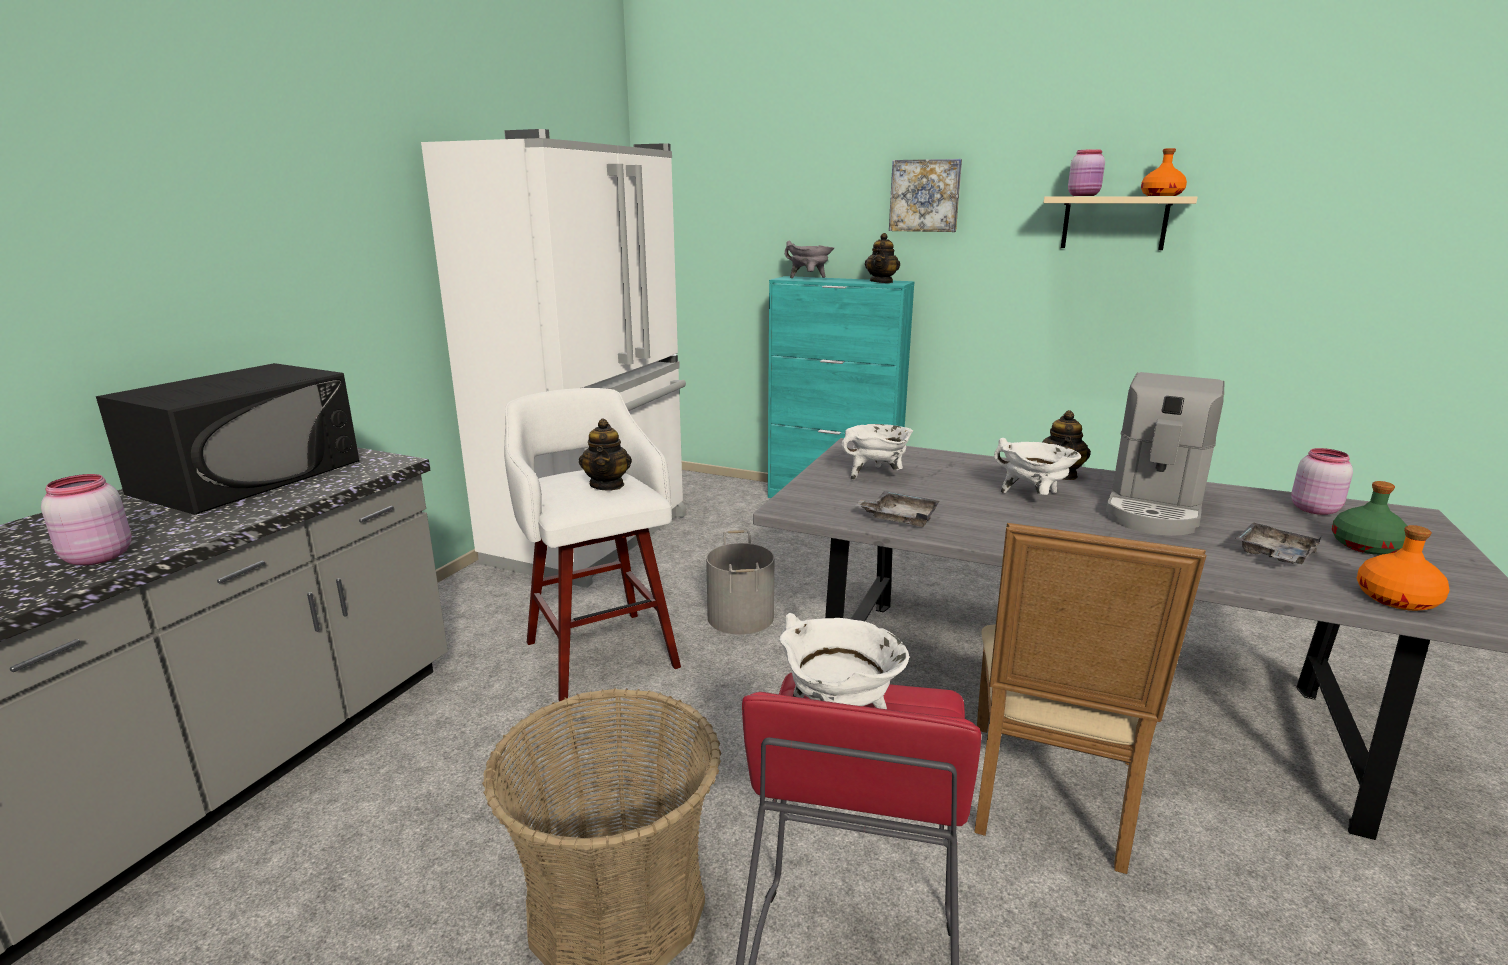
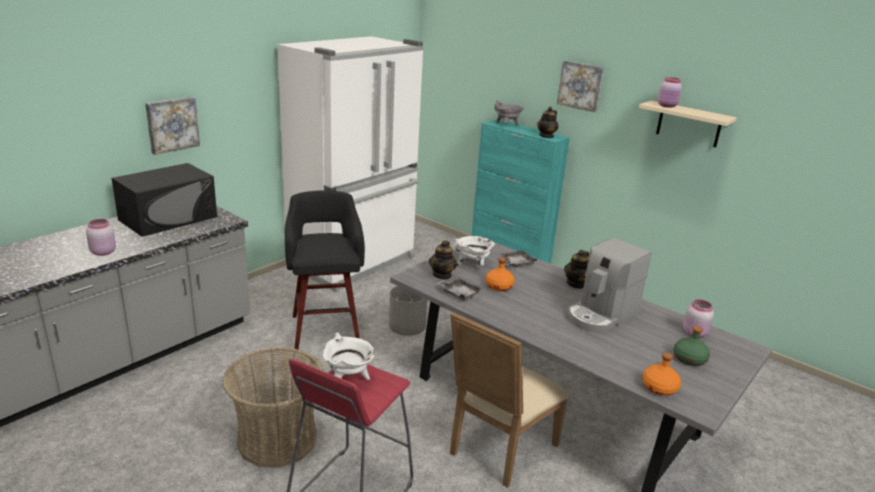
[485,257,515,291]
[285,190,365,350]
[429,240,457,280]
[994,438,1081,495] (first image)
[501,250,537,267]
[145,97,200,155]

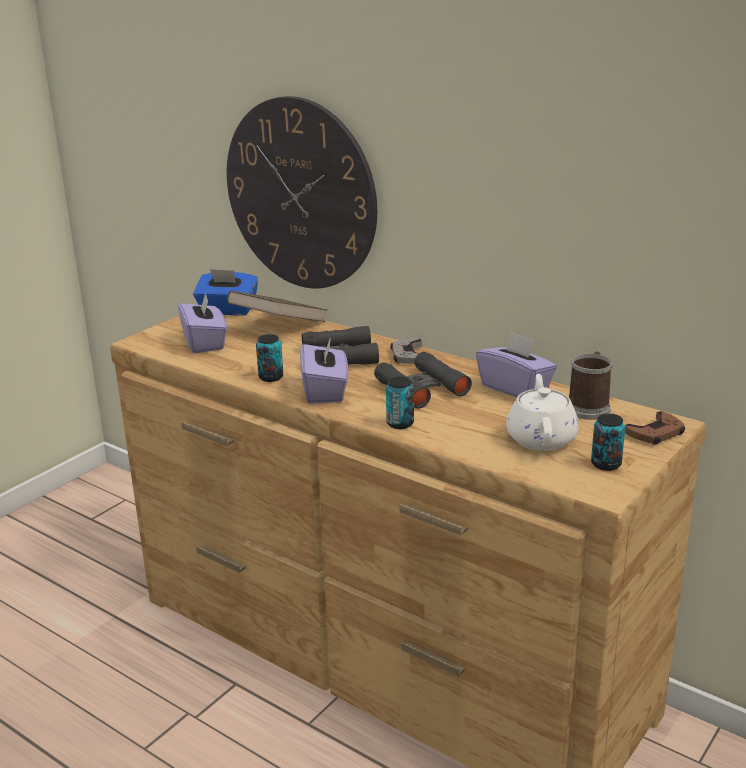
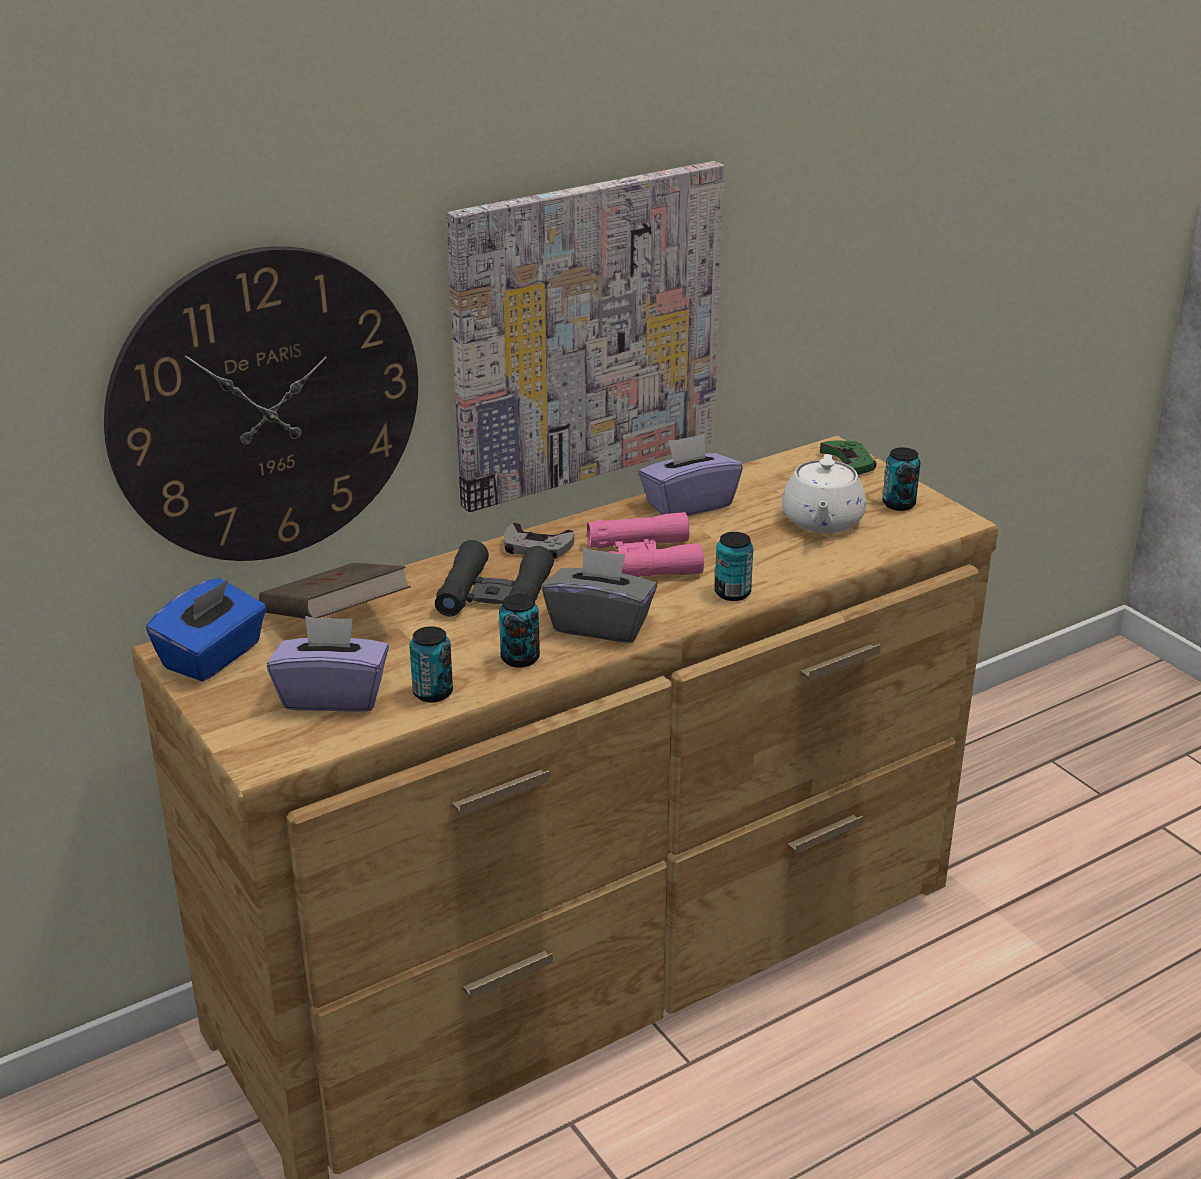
[542,547,657,643]
[587,512,704,577]
[569,352,612,420] (first image)
[782,454,867,533]
[820,441,877,475]
[446,161,724,512]
[410,626,453,702]

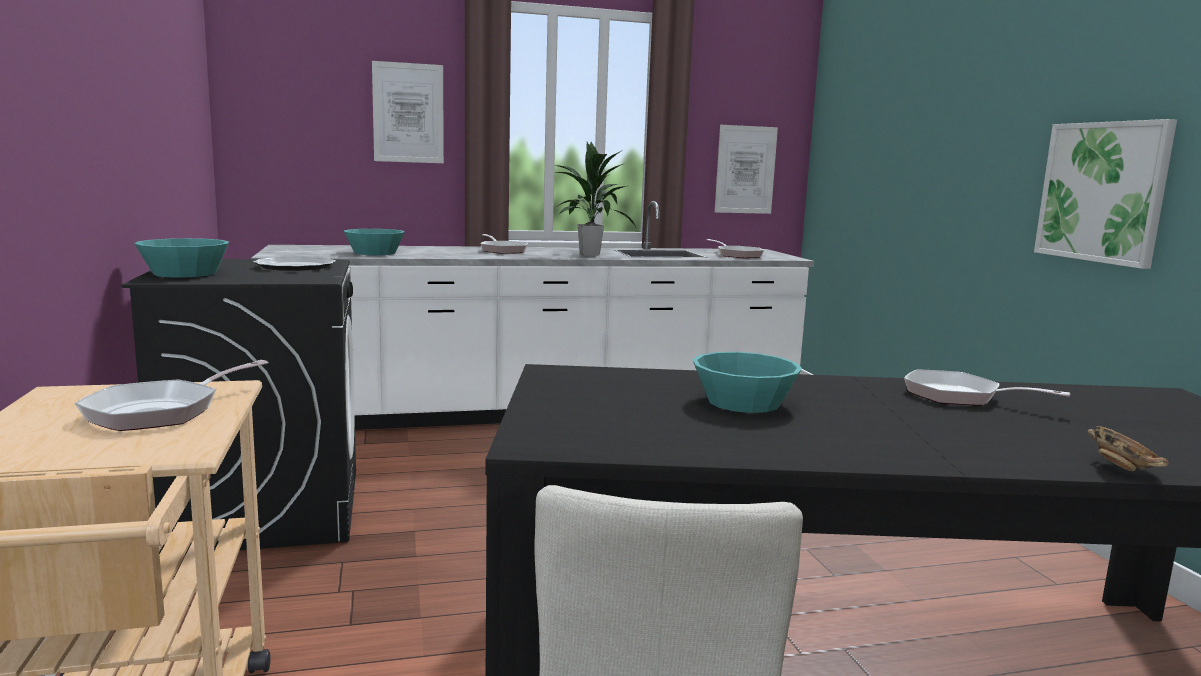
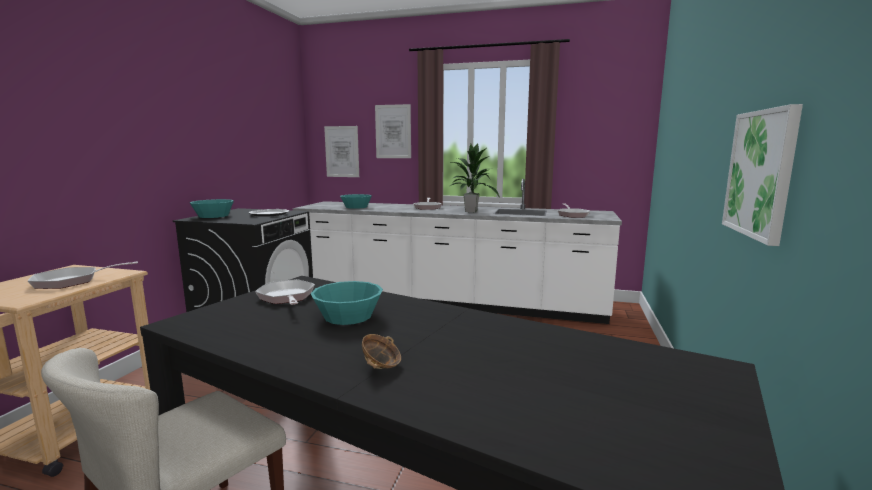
[324,126,359,177]
[255,279,315,305]
[362,334,401,369]

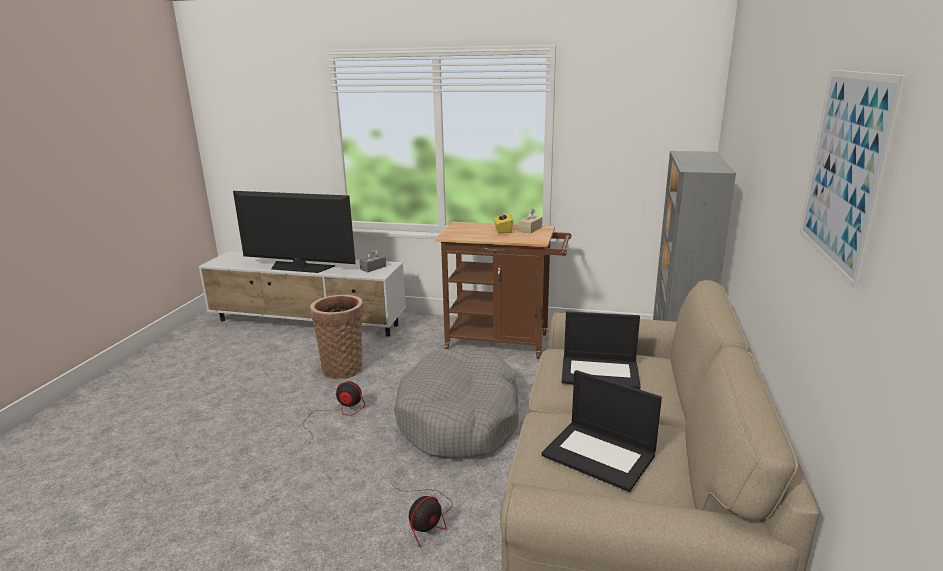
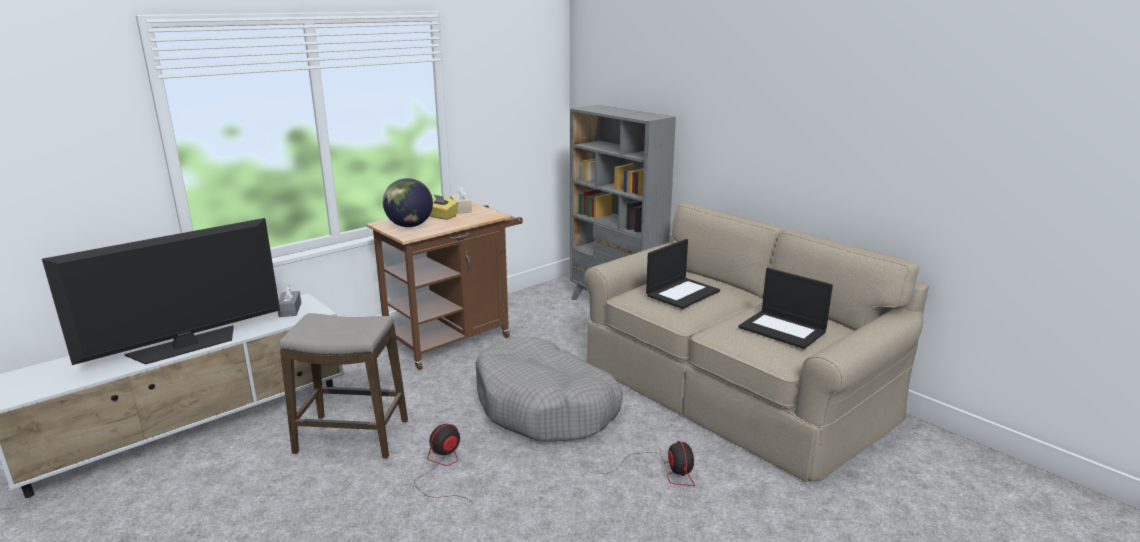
[800,70,908,290] (first image)
[279,313,408,459]
[738,268,833,349]
[383,178,433,227]

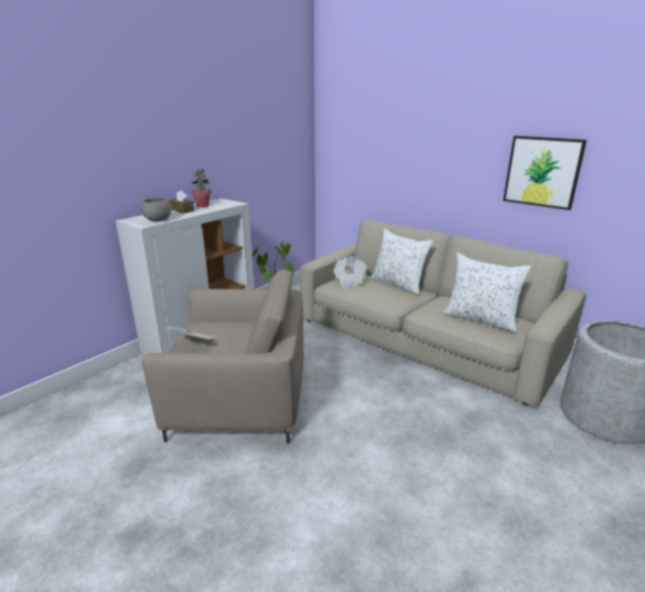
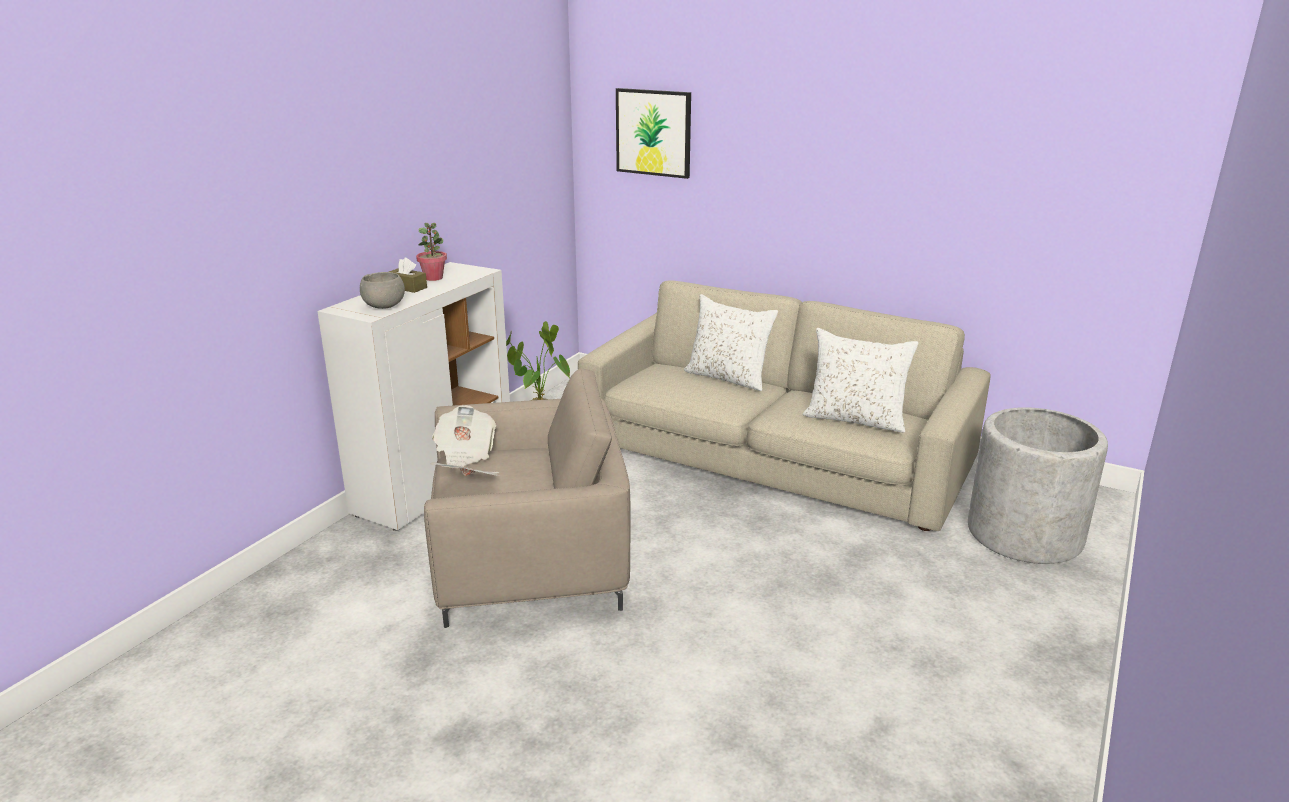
[616,88,691,179]
[432,405,496,469]

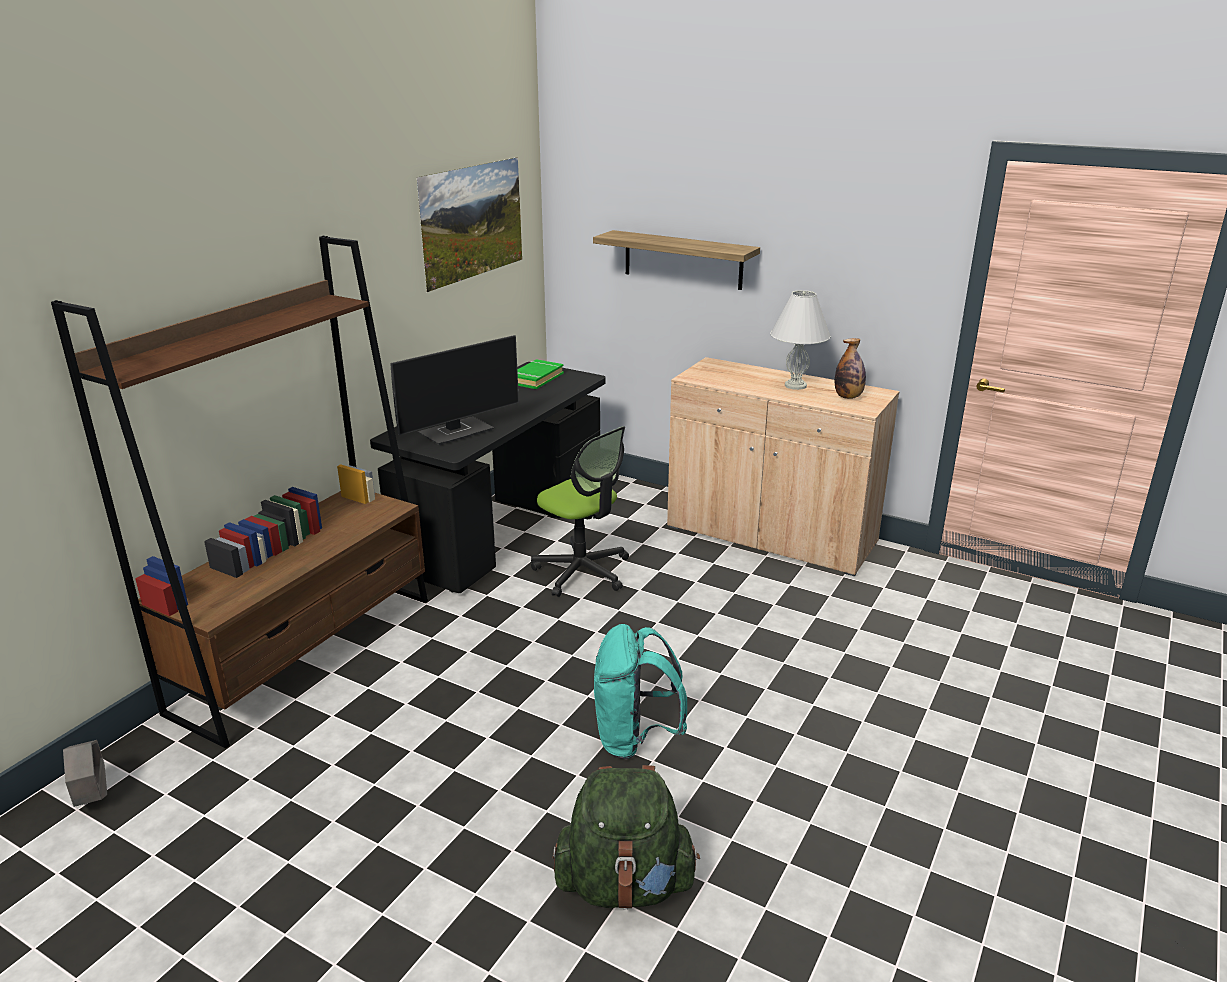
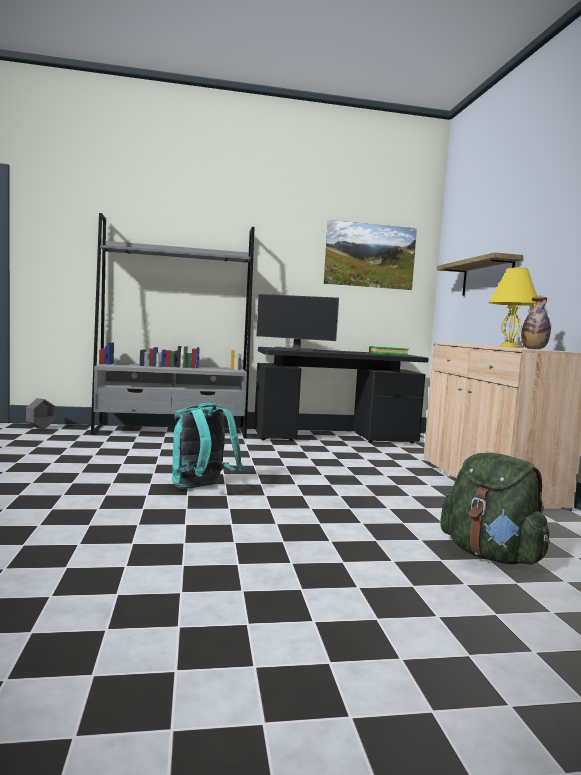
[91,213,255,438]
[488,267,538,348]
[531,426,629,597] (first image)
[440,452,550,565]

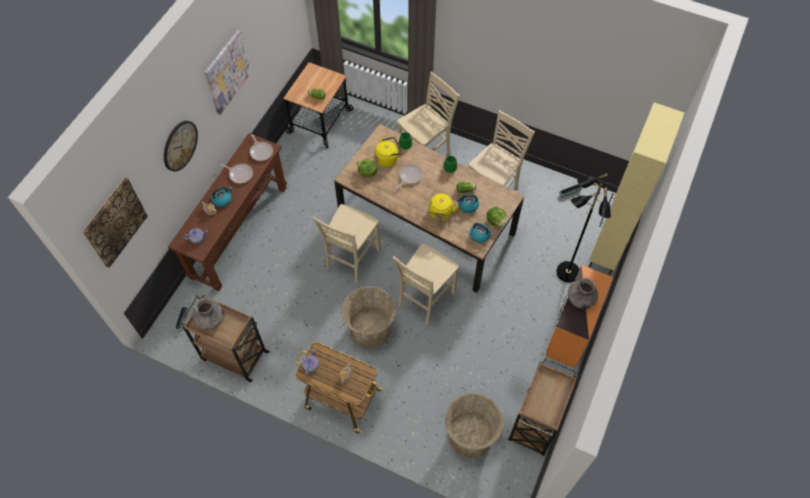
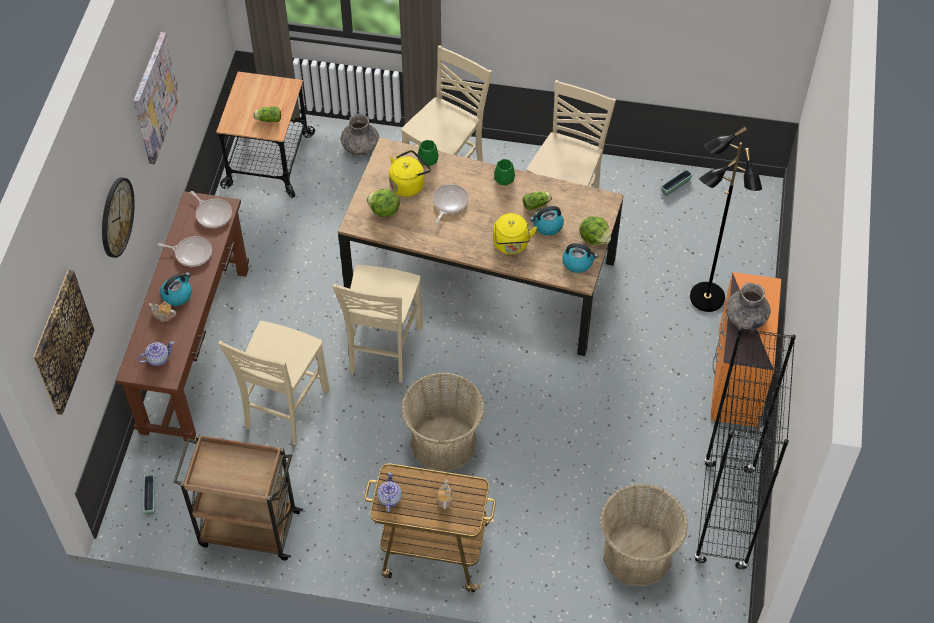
[589,102,684,275] (first image)
[218,321,330,445]
[341,113,379,155]
[694,327,796,570]

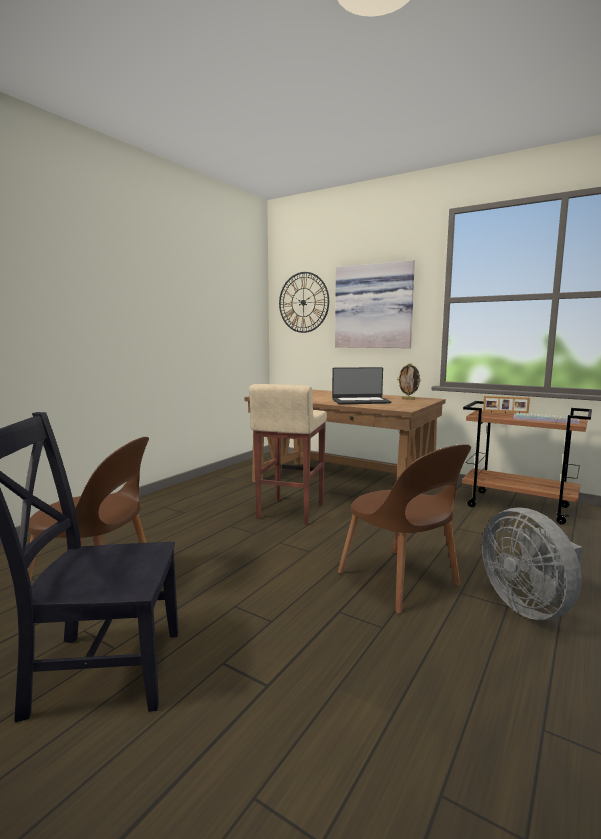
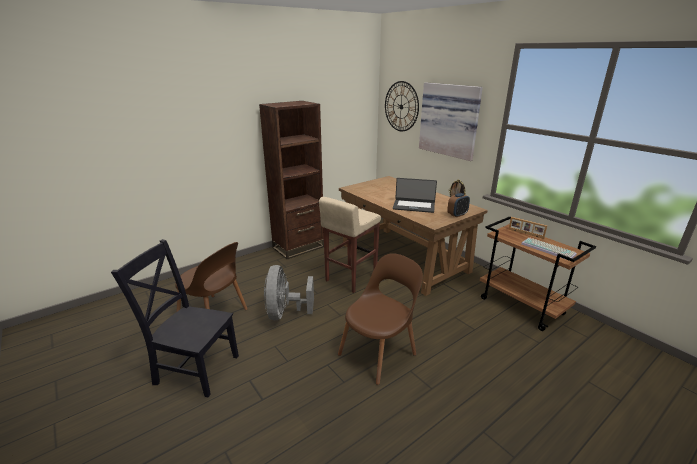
[338,253,423,385]
[264,265,314,320]
[259,101,324,259]
[447,193,470,217]

